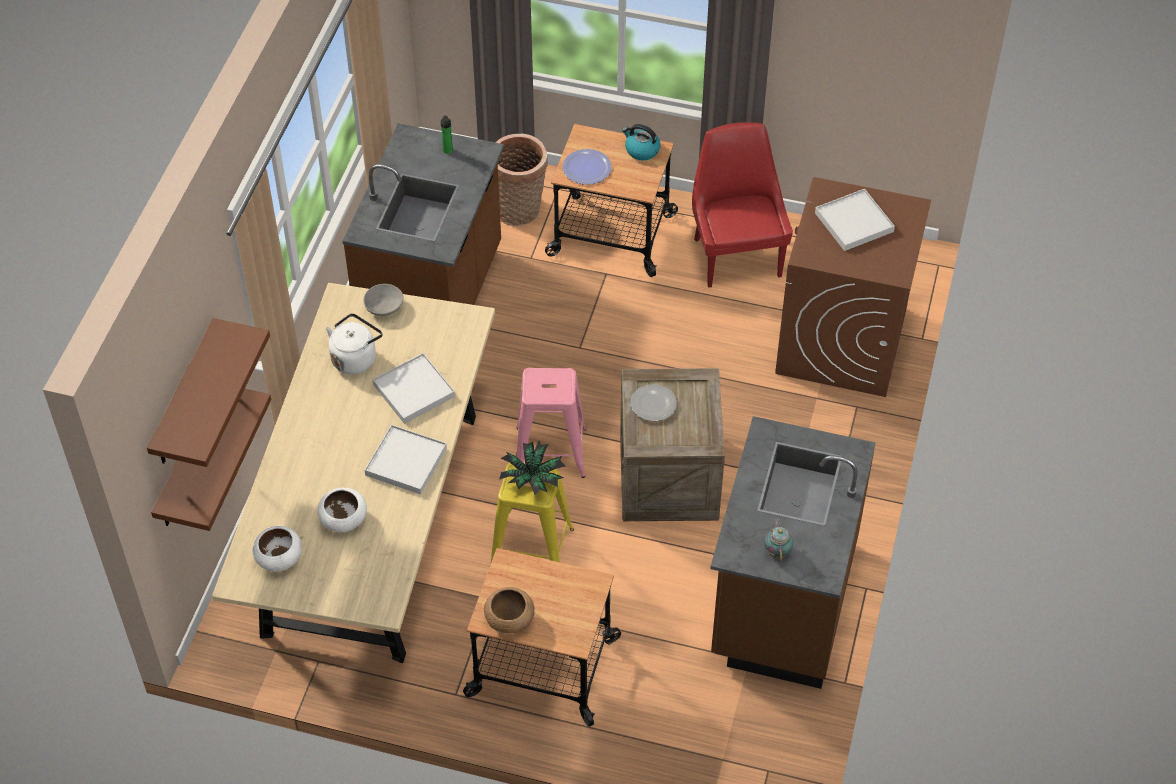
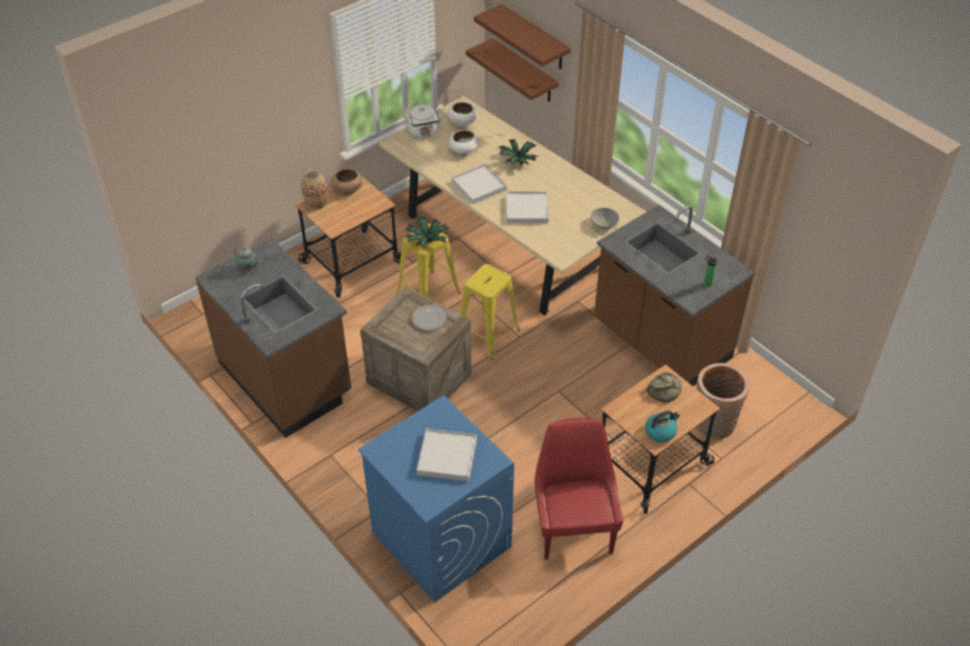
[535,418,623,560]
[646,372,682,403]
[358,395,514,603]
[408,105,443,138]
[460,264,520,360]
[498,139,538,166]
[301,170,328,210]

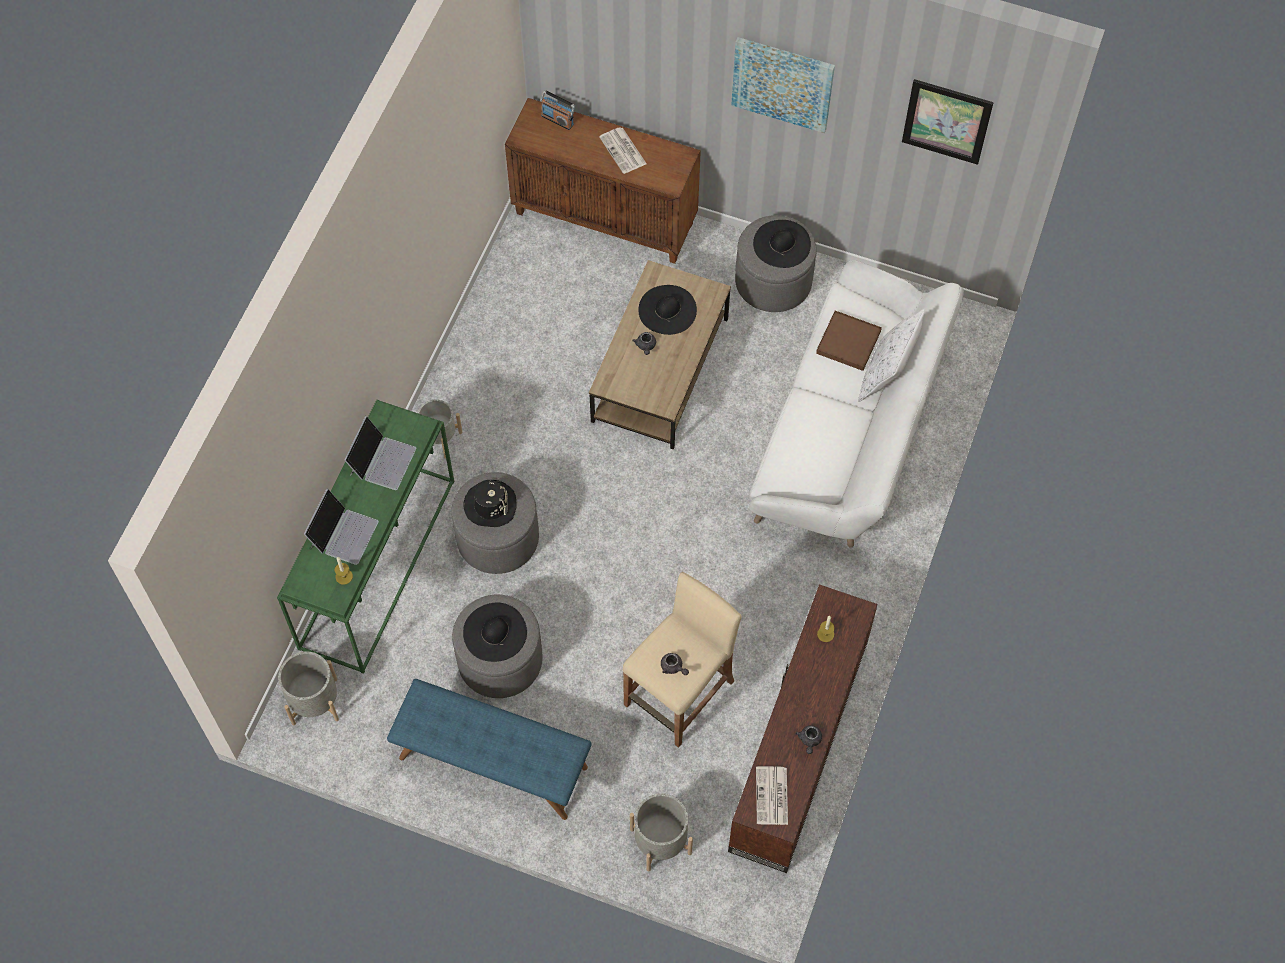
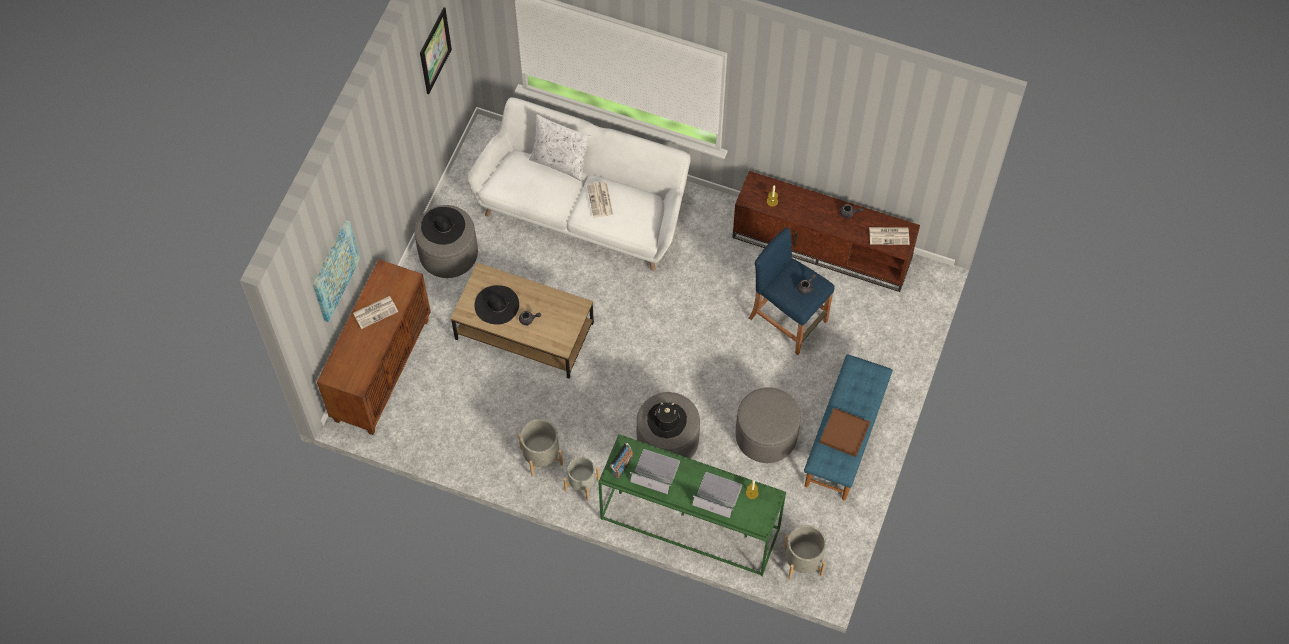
[313,220,360,322]
[610,442,633,479]
[819,408,870,457]
[749,228,835,355]
[463,603,527,662] (first image)
[518,419,563,477]
[587,182,613,218]

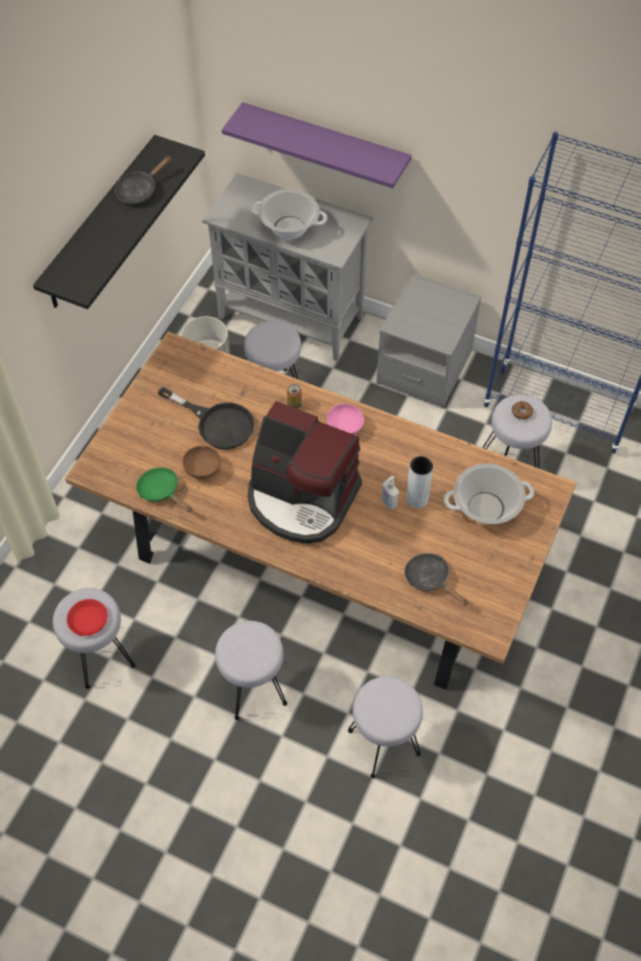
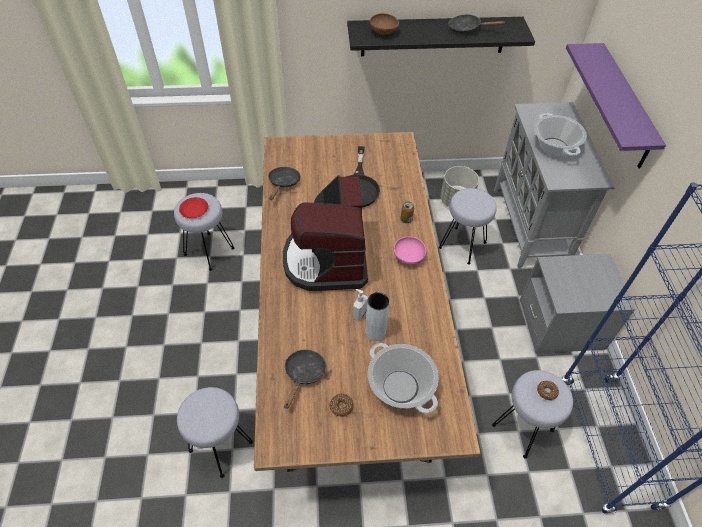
[370,13,399,35]
[268,167,301,200]
[215,621,287,720] (first image)
[330,394,354,417]

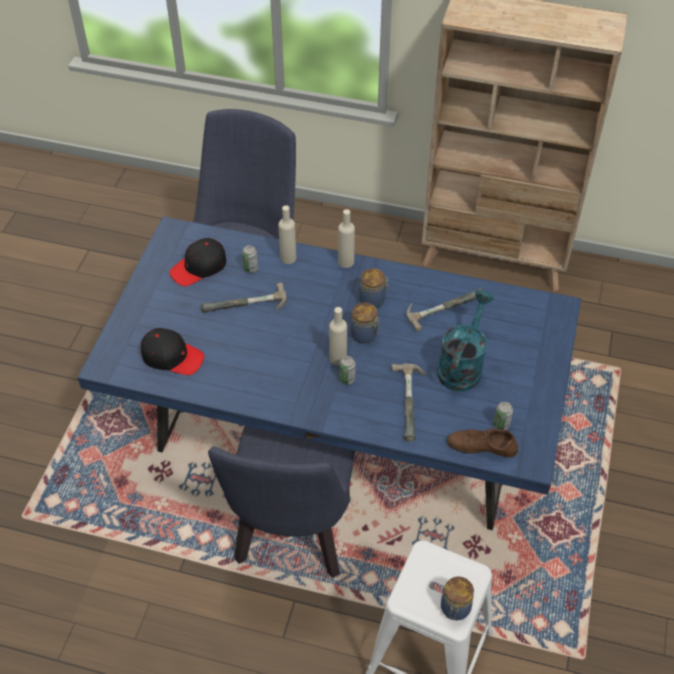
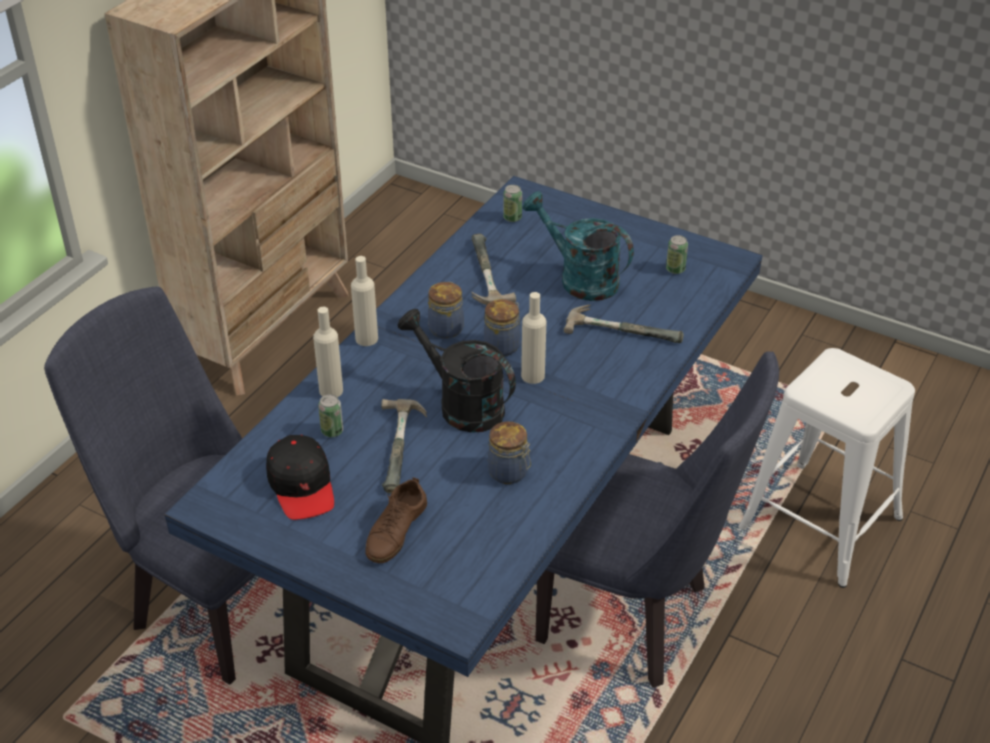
[141,328,204,375] (first image)
[503,185,522,222]
[365,477,427,563]
[488,421,531,484]
[398,309,516,433]

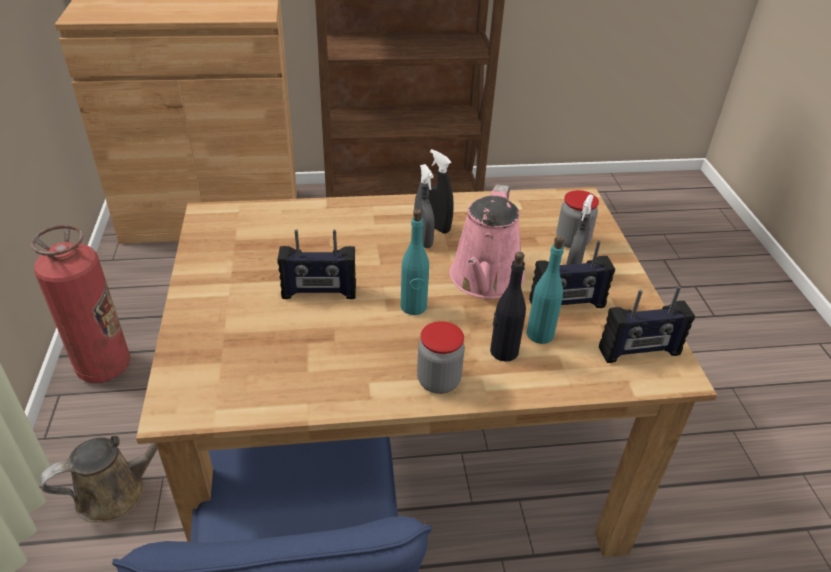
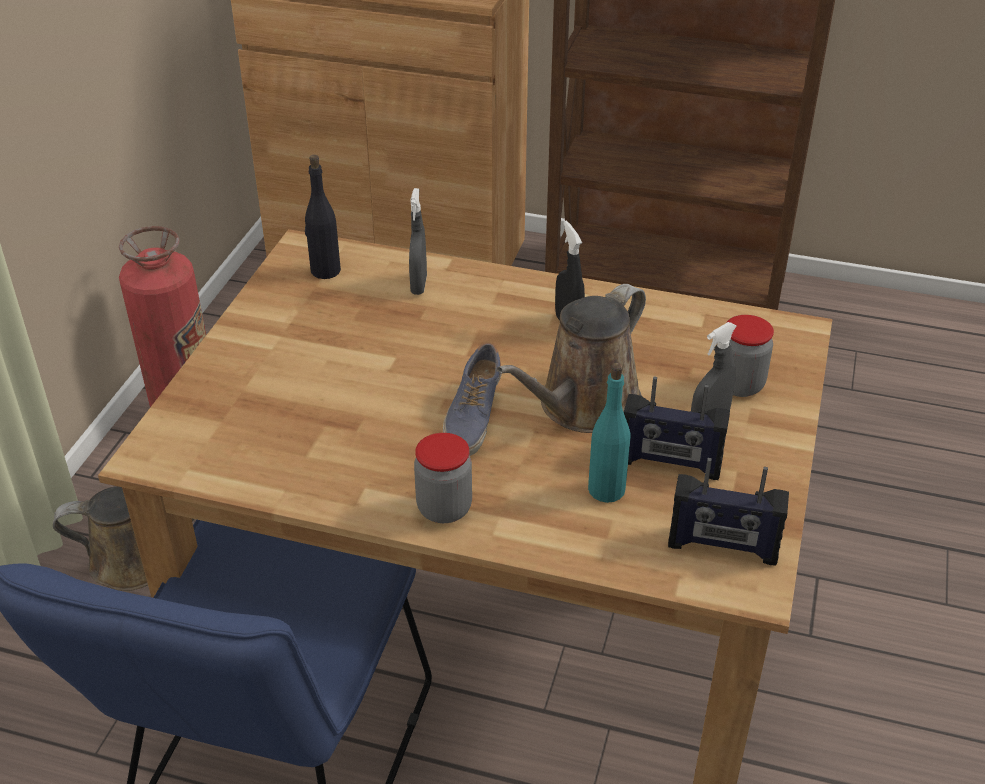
[409,188,427,295]
[497,284,646,433]
[443,343,502,456]
[277,229,356,299] (first image)
[305,155,341,279]

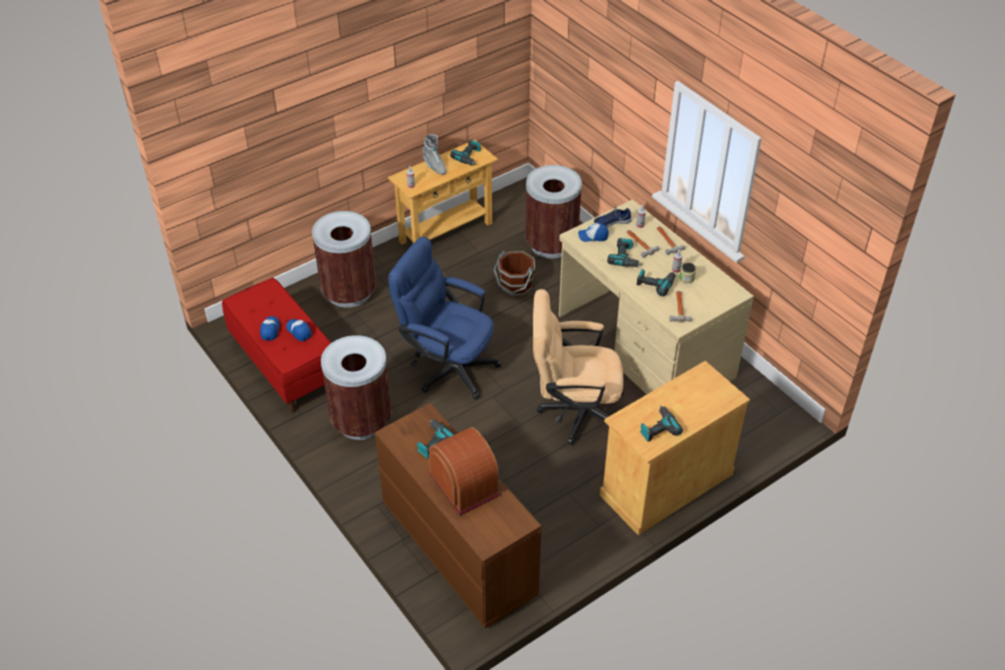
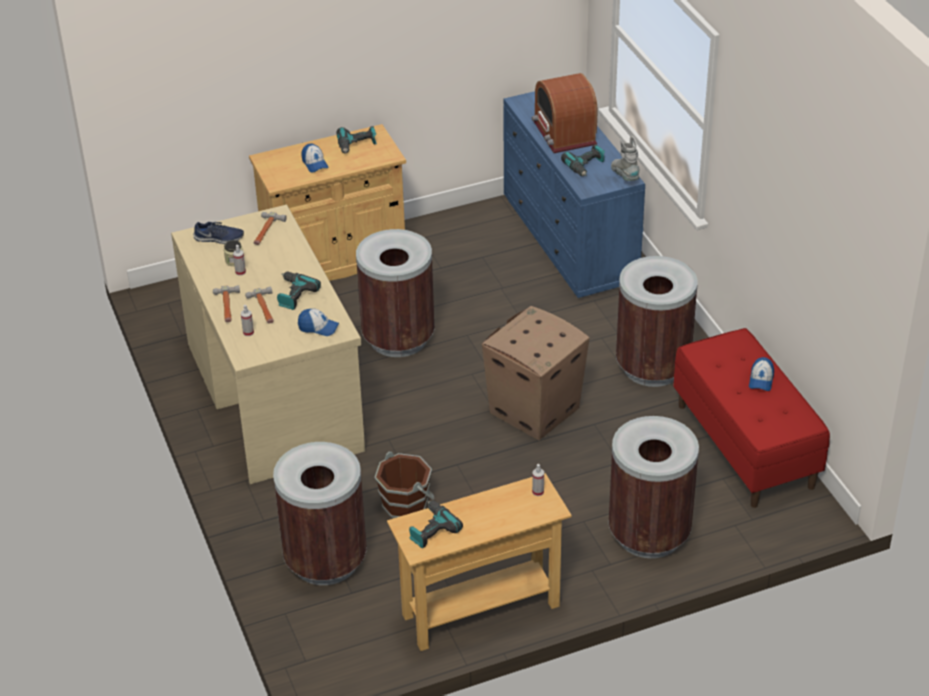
[611,135,640,181]
[193,222,244,244]
[482,306,590,440]
[637,269,676,296] (first image)
[356,229,435,357]
[301,144,329,172]
[503,91,645,298]

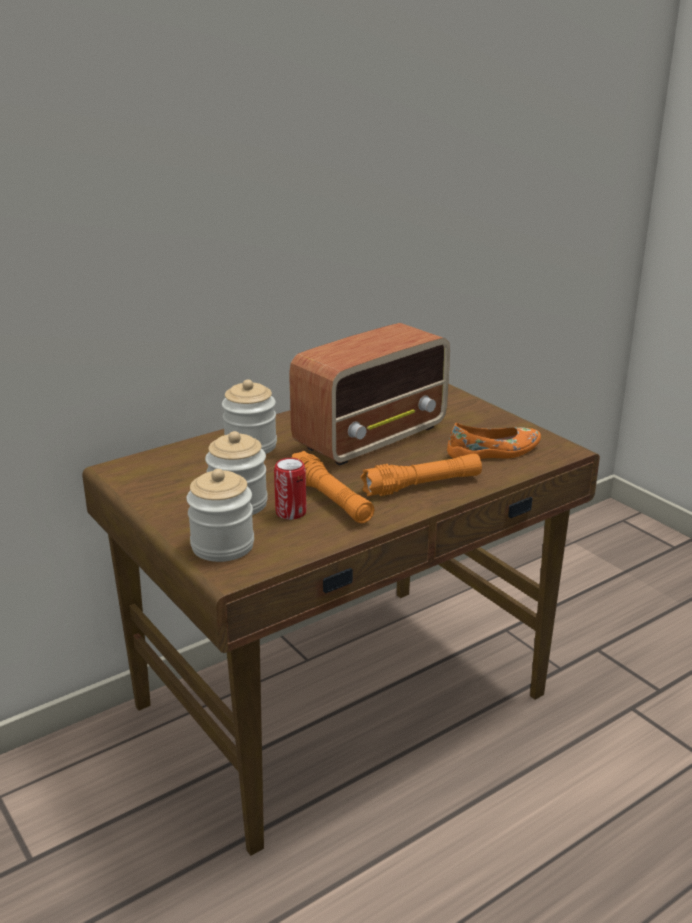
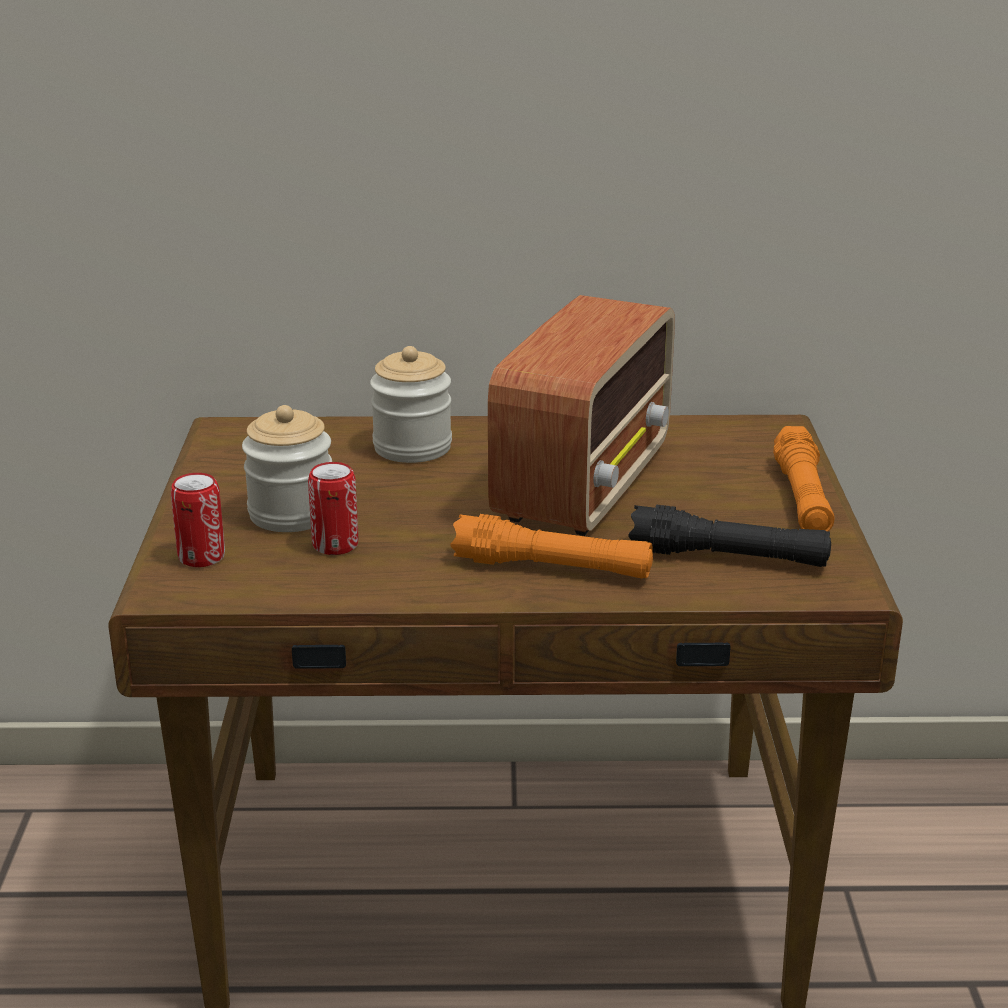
[488,295,675,536]
[628,504,831,567]
[773,426,834,532]
[171,473,225,567]

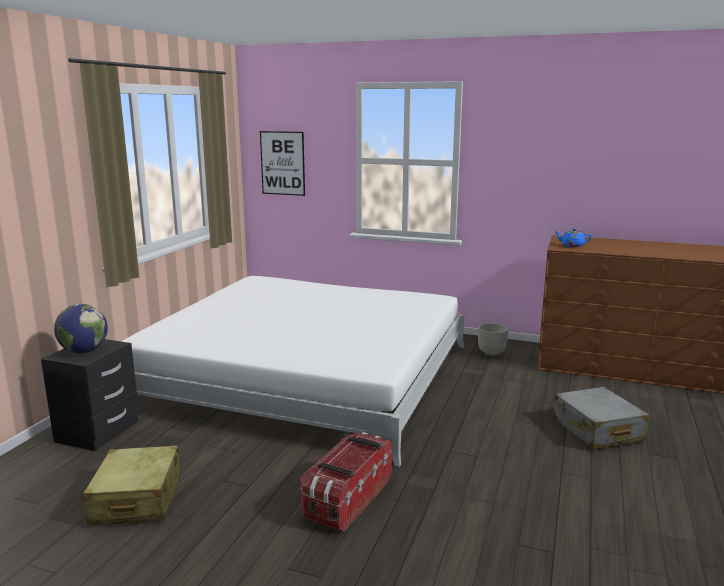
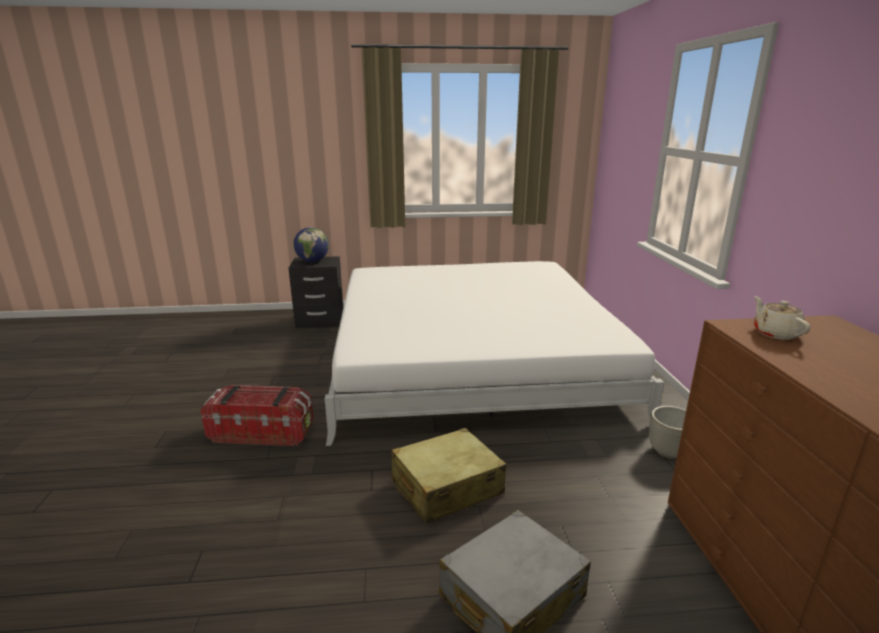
[260,131,305,196] (first image)
[753,296,810,340]
[391,428,506,524]

